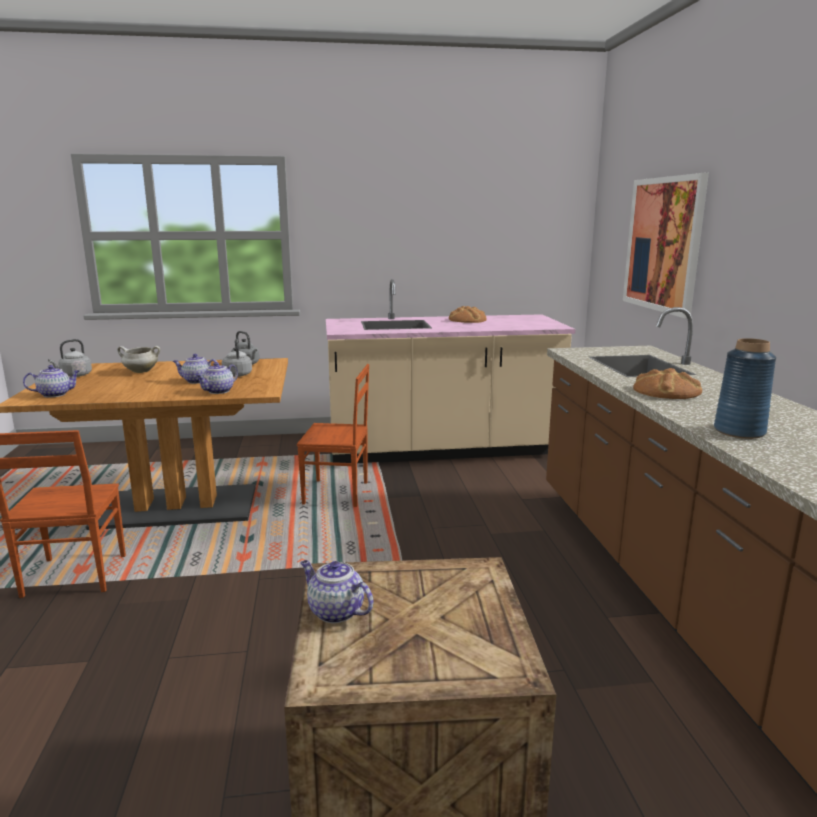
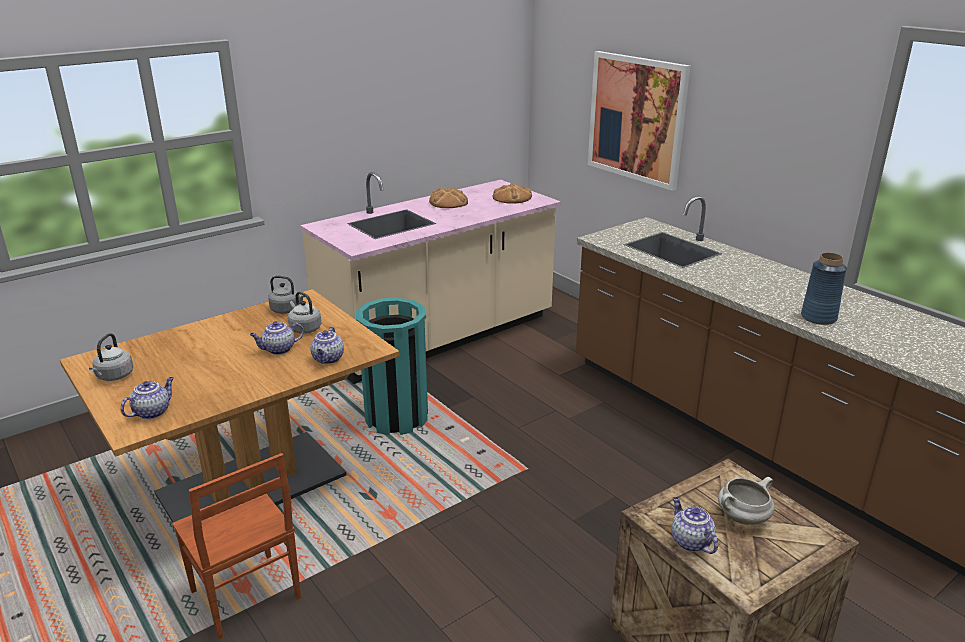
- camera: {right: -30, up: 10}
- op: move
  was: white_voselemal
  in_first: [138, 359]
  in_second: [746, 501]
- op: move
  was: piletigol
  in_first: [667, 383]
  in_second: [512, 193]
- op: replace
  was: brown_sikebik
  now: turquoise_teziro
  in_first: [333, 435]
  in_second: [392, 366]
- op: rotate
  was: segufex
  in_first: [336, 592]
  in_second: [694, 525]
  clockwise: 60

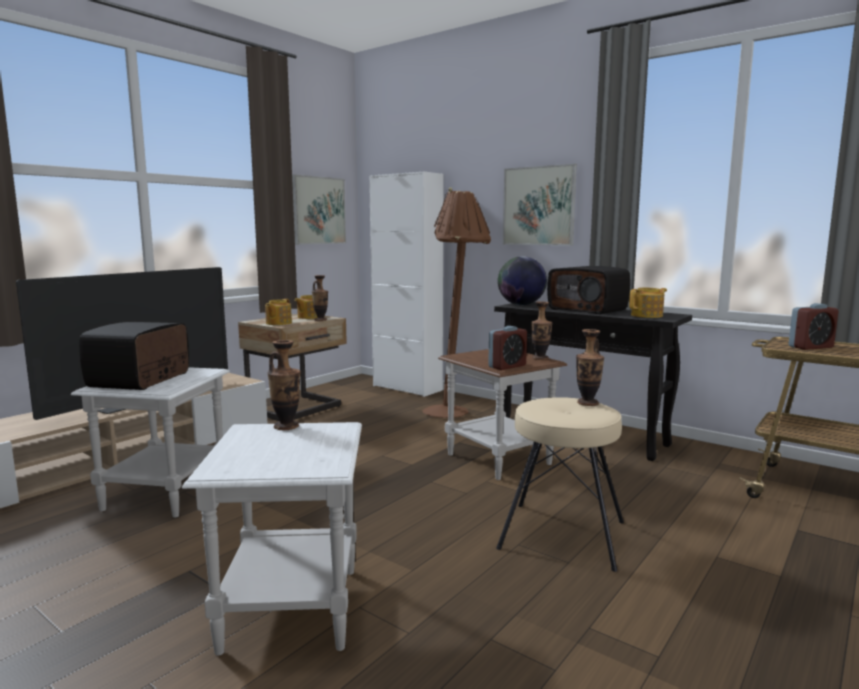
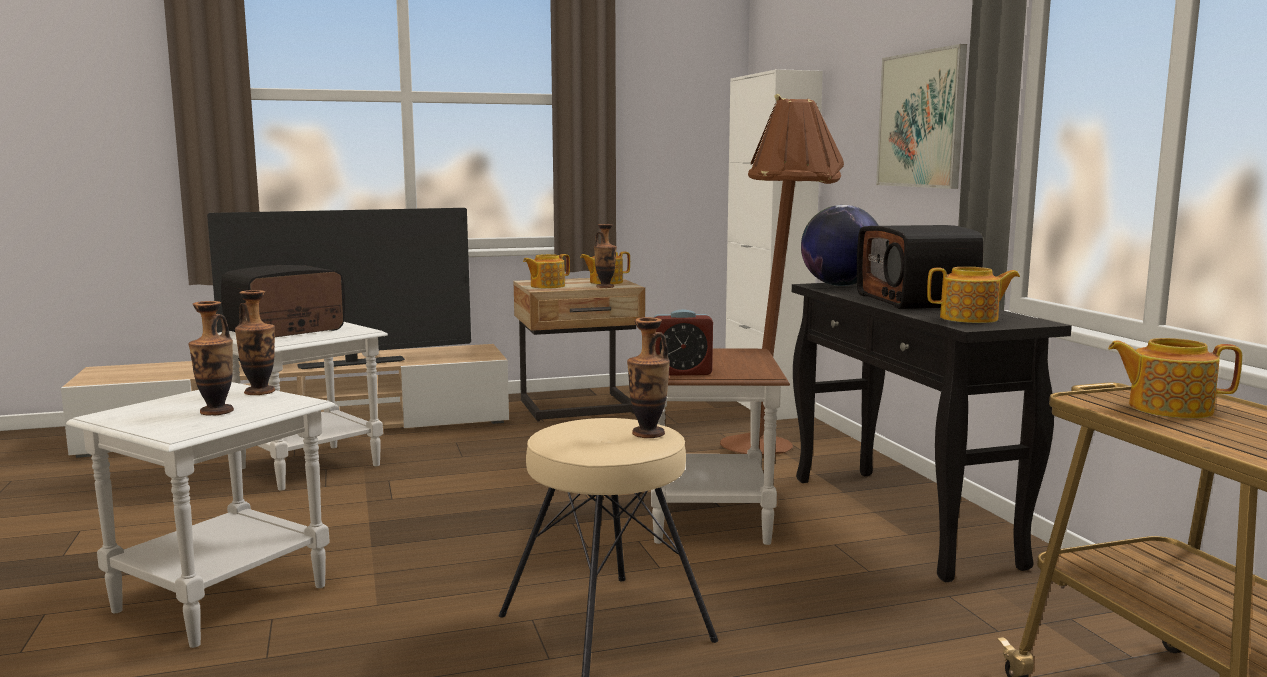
- camera: {right: 35, up: 0}
- op: delete
  was: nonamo
  in_first: [319, 209]
- op: move
  was: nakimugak
  in_first: [541, 330]
  in_second: [211, 358]
- op: replace
  was: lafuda
  now: segufex
  in_first: [813, 326]
  in_second: [1175, 378]

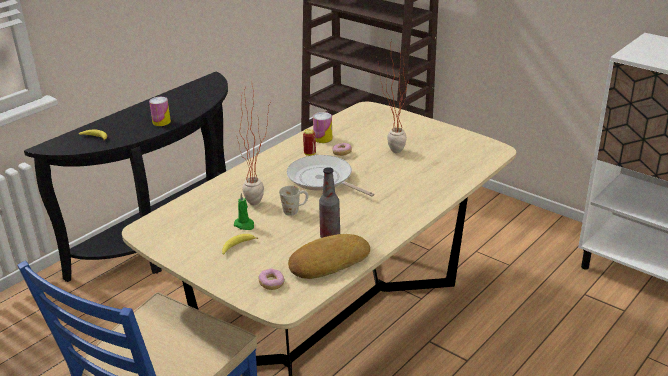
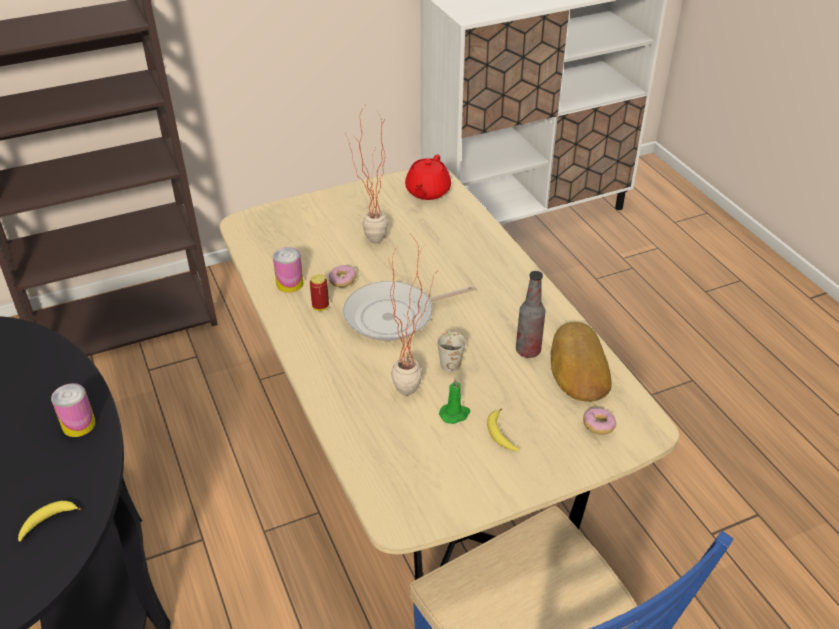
- camera: {right: -65, up: 10}
- op: insert
  now: red_segufex
  in_second: [428, 177]

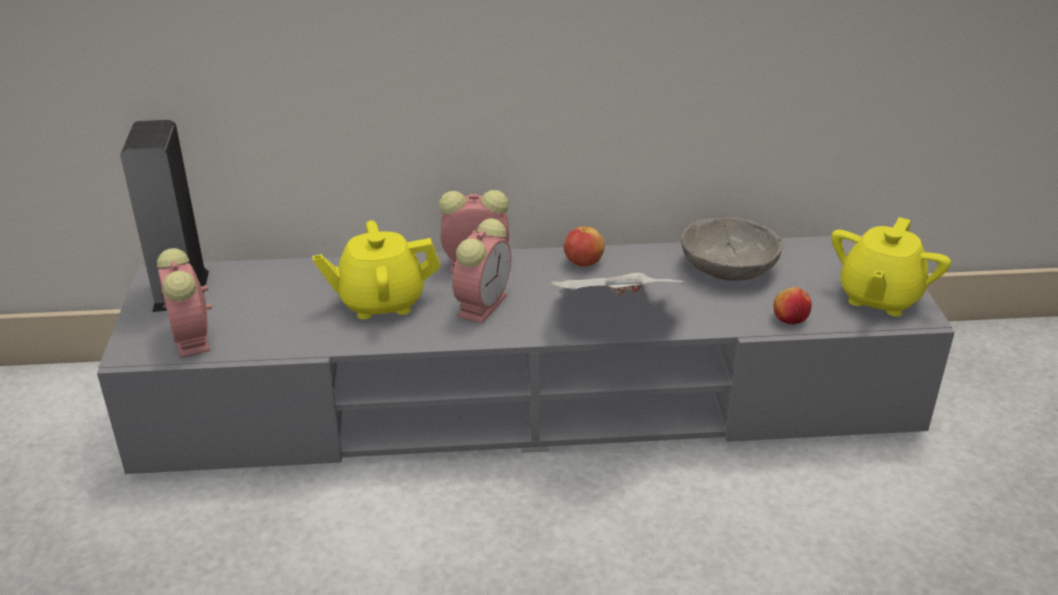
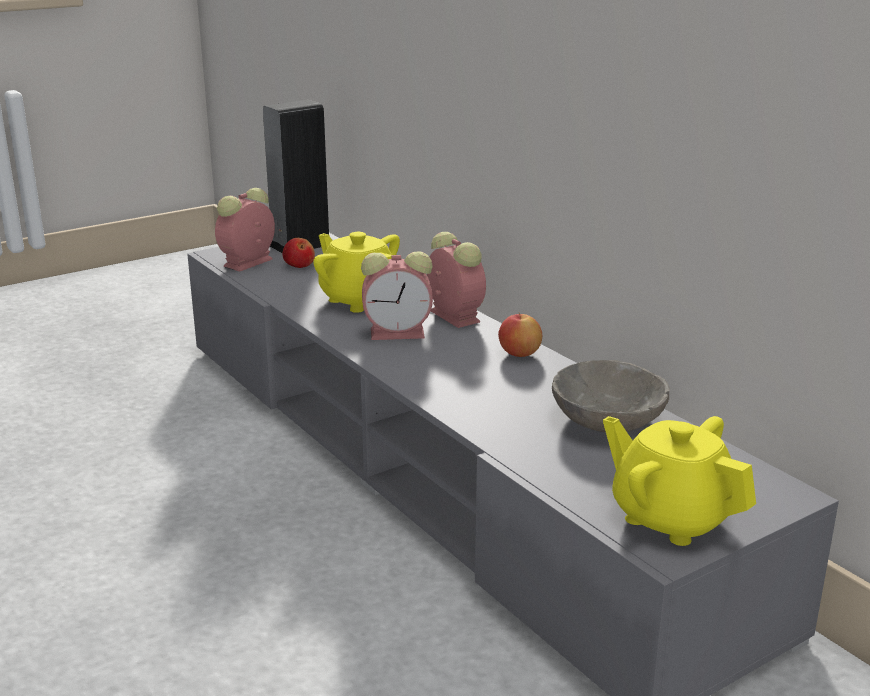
- camera: {right: 60, up: -10}
- op: delete
  was: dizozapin
  in_first: [619, 284]
- op: move
  was: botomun
  in_first: [792, 305]
  in_second: [298, 253]
- op: rotate
  was: yellow_segufex
  in_first: [891, 267]
  in_second: [679, 481]
  clockwise: 45

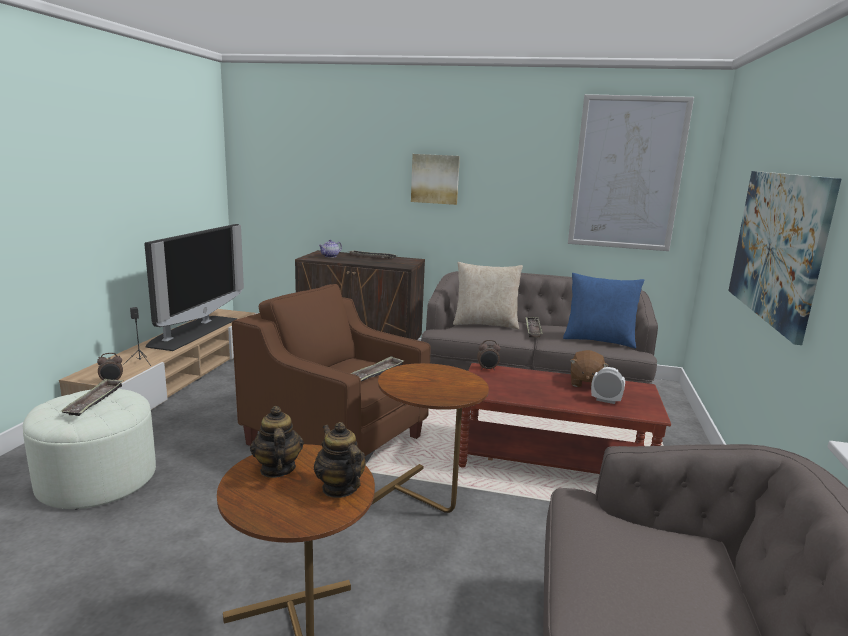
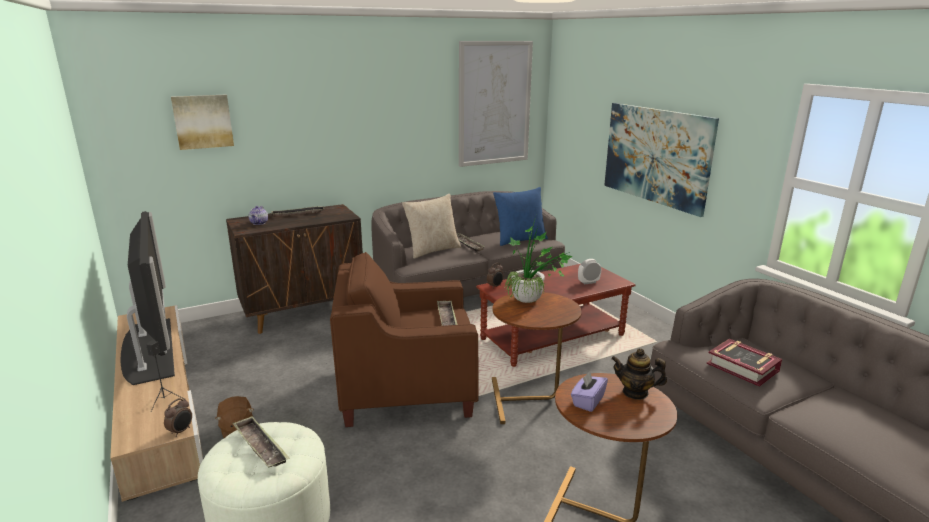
- camera: {right: -40, up: 5}
- op: insert
  now: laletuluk
  in_second: [538, 260]
- op: insert
  now: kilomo
  in_second: [744, 363]
- op: move
  was: nonamo
  in_first: [435, 179]
  in_second: [202, 122]
- op: move
  was: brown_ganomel
  in_first: [589, 368]
  in_second: [234, 417]
- op: replace
  was: segufex
  now: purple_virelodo
  in_first: [277, 442]
  in_second: [589, 391]

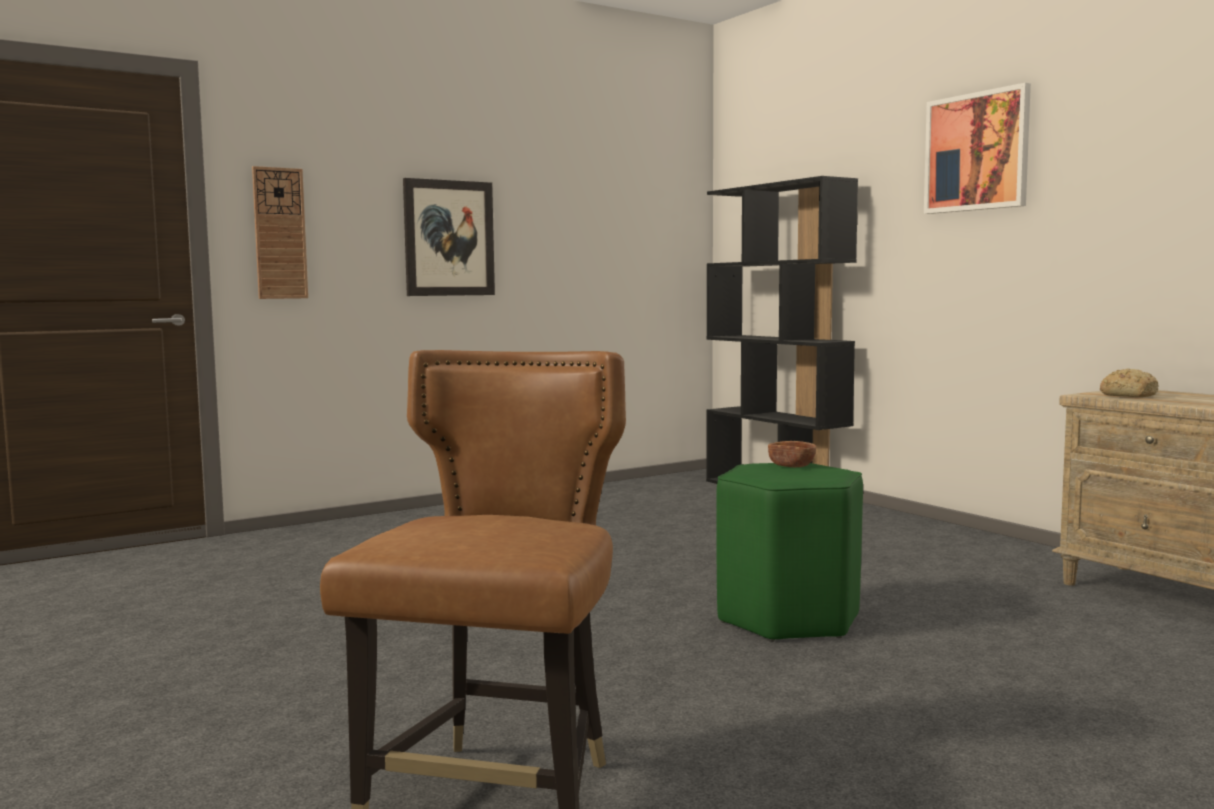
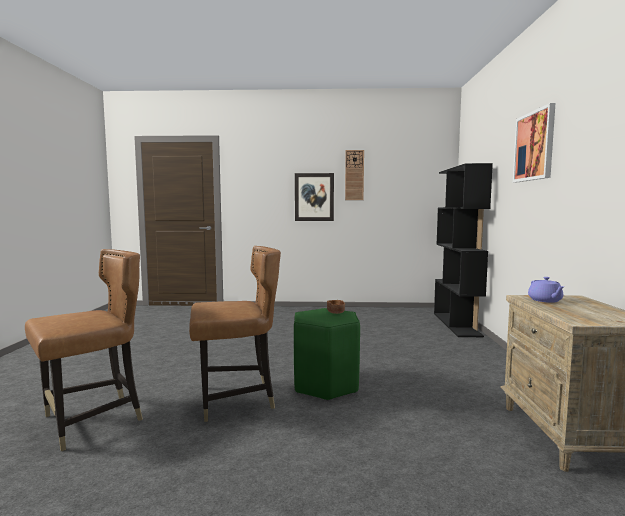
- camera: {right: 35, up: 0}
- op: insert
  now: brown_sikebik
  in_second: [235, 334]
- op: move
  was: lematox
  in_first: [280, 232]
  in_second: [354, 175]
- op: replace
  was: piletigol
  now: purple_segufex
  in_first: [1129, 383]
  in_second: [546, 290]

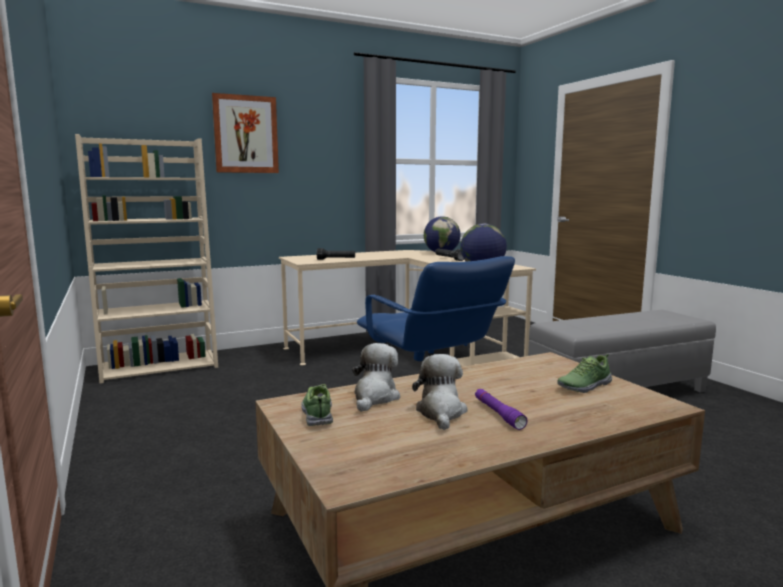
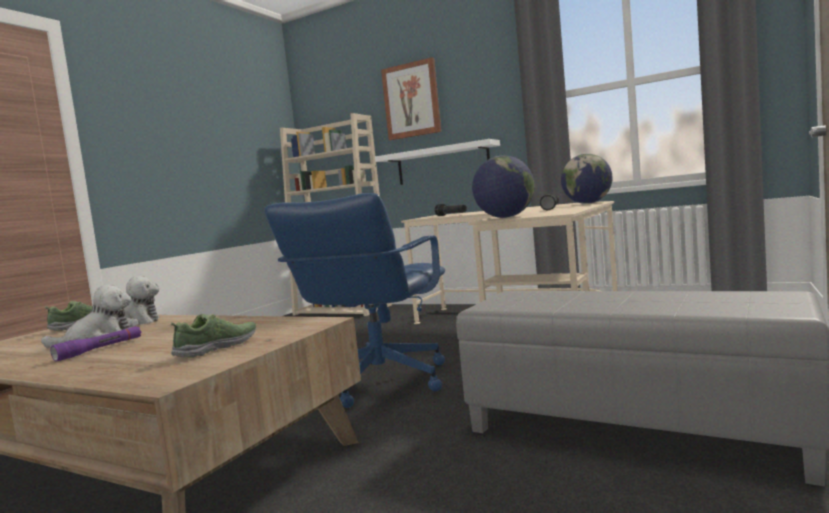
- camera: {right: 55, up: -5}
- op: insert
  now: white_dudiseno
  in_second: [437, 162]
- op: rotate
  was: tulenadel
  in_first: [584, 373]
  in_second: [213, 336]
  clockwise: 105

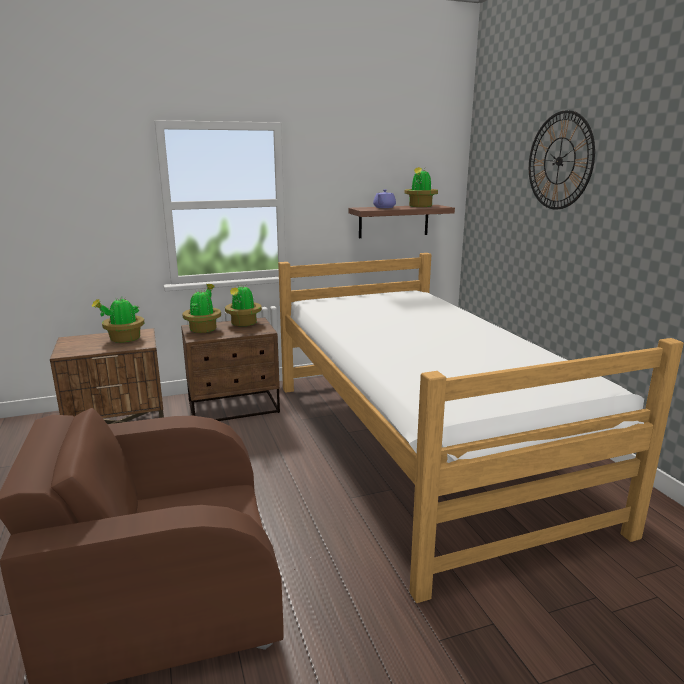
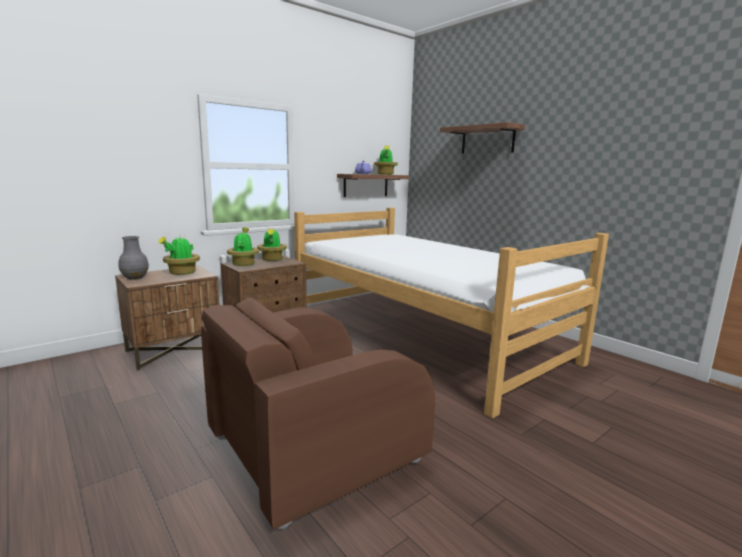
- camera: {right: -20, up: -5}
- op: insert
  now: grey_nakimugak
  in_second: [133, 258]
- op: replace
  was: lematox
  now: dudiseno
  in_first: [562, 160]
  in_second: [482, 138]

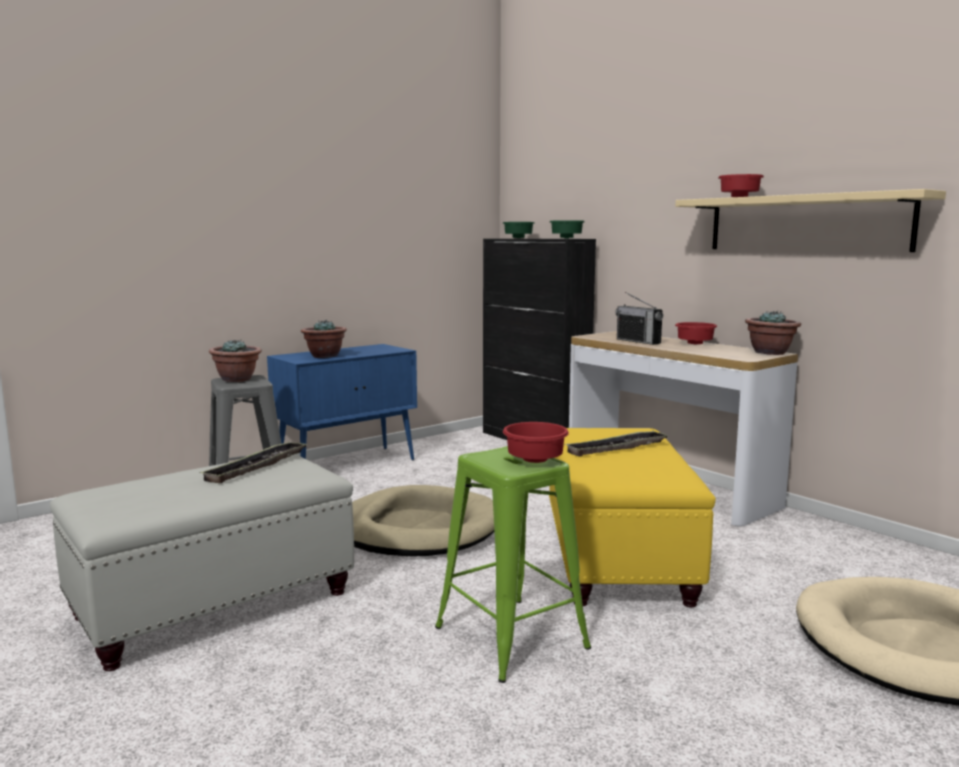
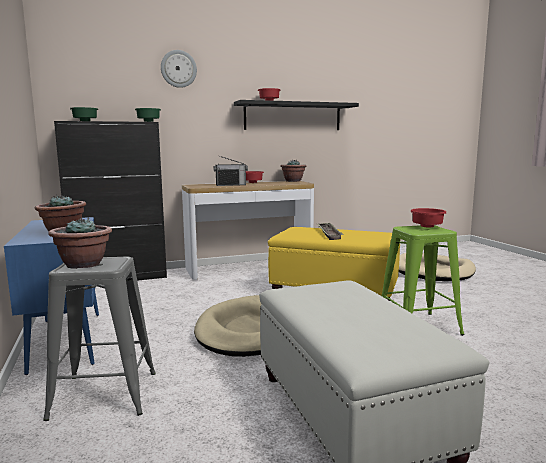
- camera: {right: -70, up: 0}
- op: delete
  was: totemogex
  in_first: [253, 462]
- op: insert
  now: lematox
  in_second: [179, 69]
- op: recolor
  was: beige_dudiseno
  now: black_dudiseno
  in_first: [810, 220]
  in_second: [296, 115]

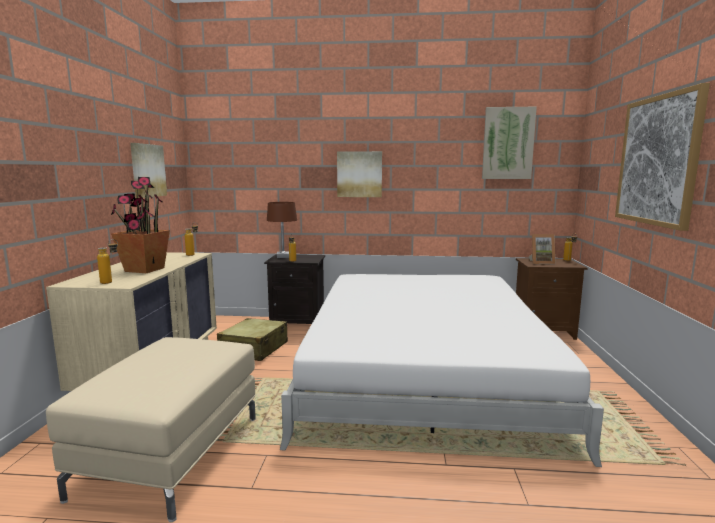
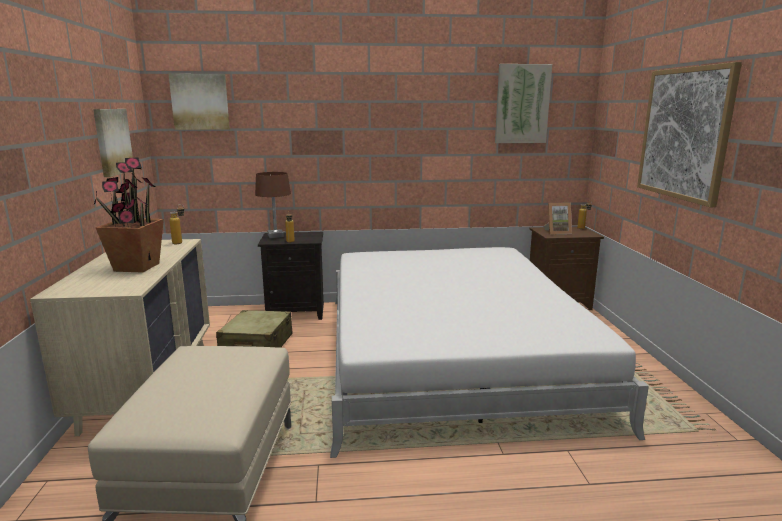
- camera: {right: -10, up: 5}
- op: delete
  was: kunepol
  in_first: [107, 261]
- op: move
  was: nonamo
  in_first: [359, 174]
  in_second: [199, 102]

